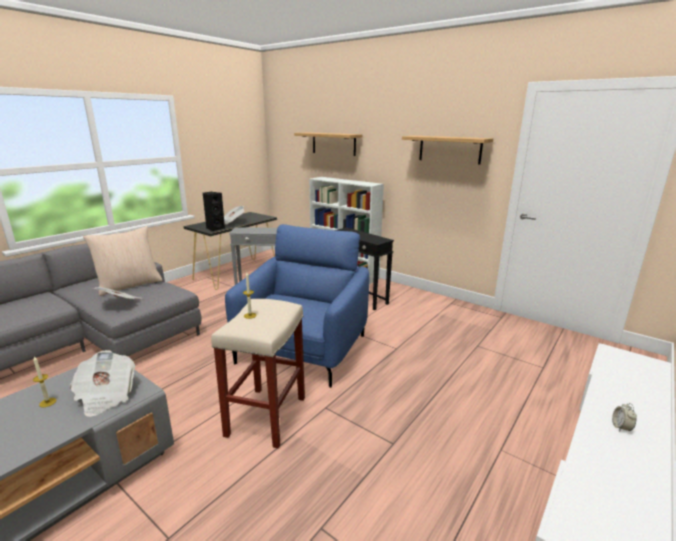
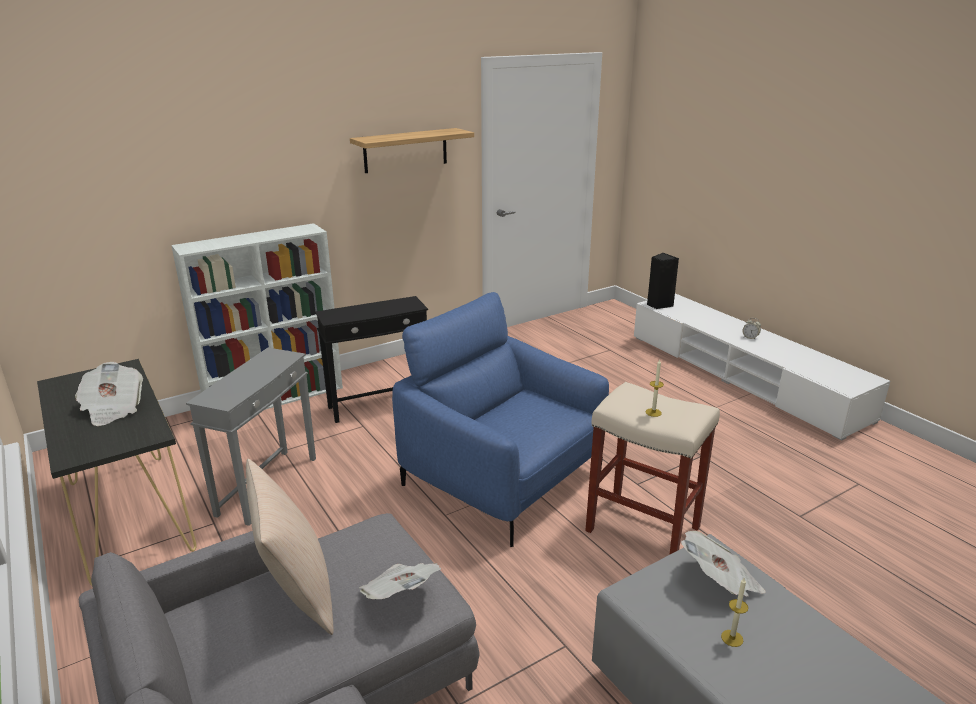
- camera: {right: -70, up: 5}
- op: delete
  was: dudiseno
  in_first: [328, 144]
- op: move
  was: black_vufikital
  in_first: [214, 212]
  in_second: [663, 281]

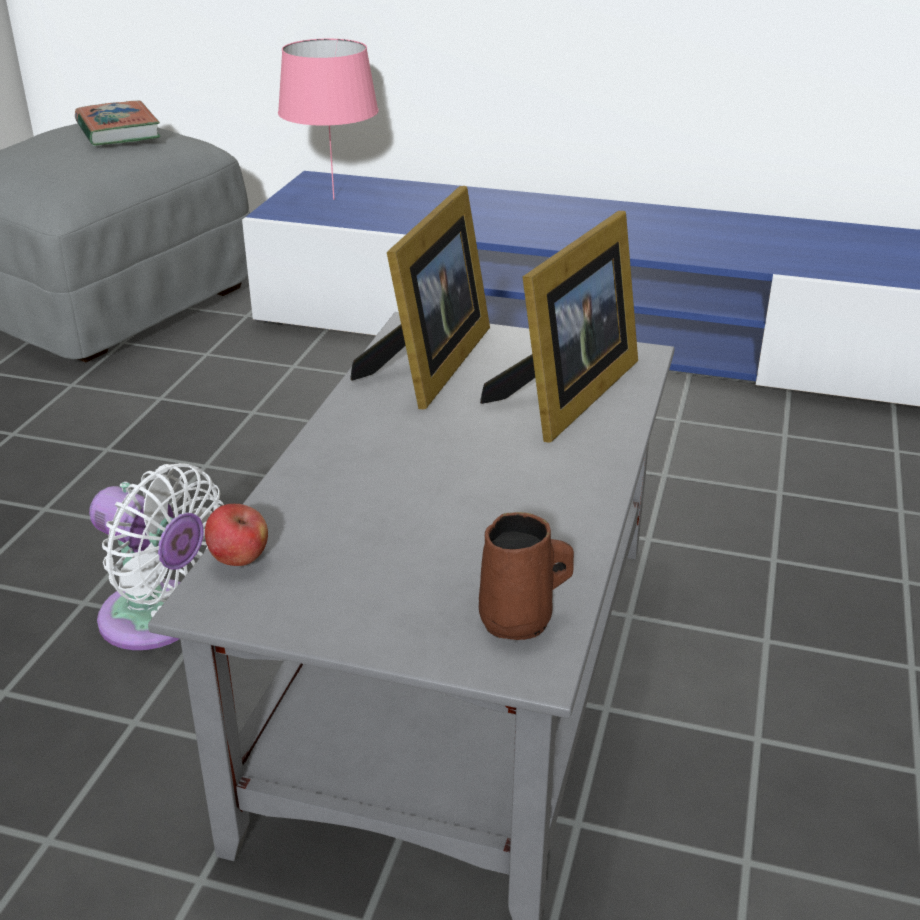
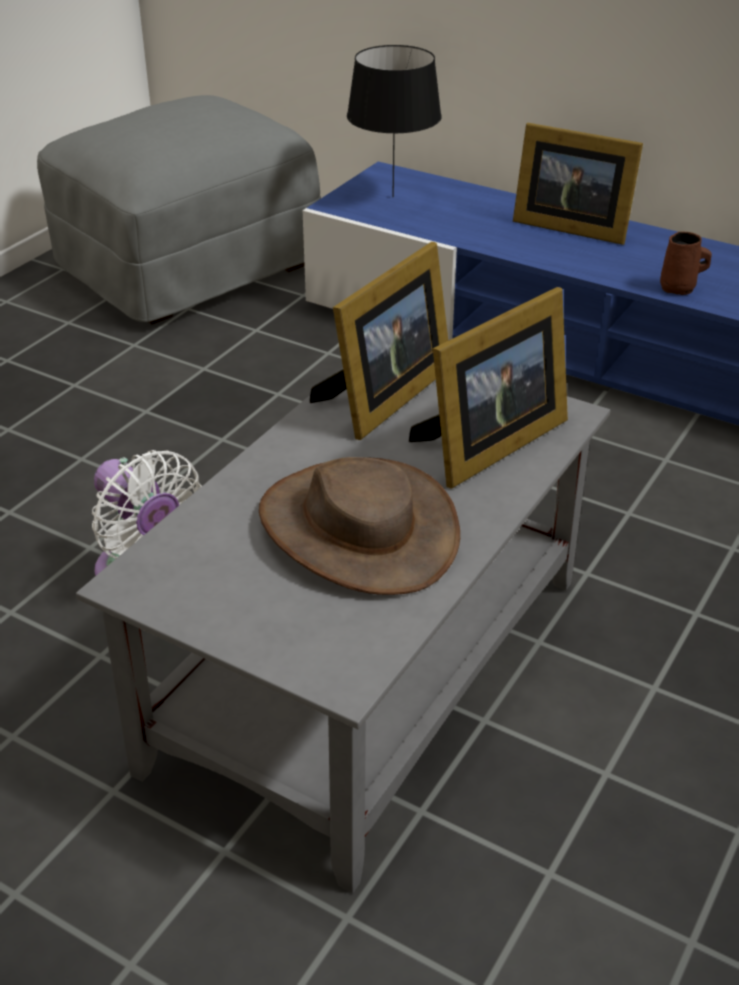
- camera: {right: 15, up: 5}
- op: delete
  was: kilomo
  in_first: [118, 123]
- op: delete
  was: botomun
  in_first: [236, 535]
- op: insert
  now: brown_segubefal
  in_second: [359, 526]
- op: insert
  now: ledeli
  in_second: [578, 184]
- op: move
  was: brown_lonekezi
  in_first: [526, 576]
  in_second: [686, 263]
- op: recolor
  was: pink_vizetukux
  now: black_vizetukux
  in_first: [328, 119]
  in_second: [394, 121]

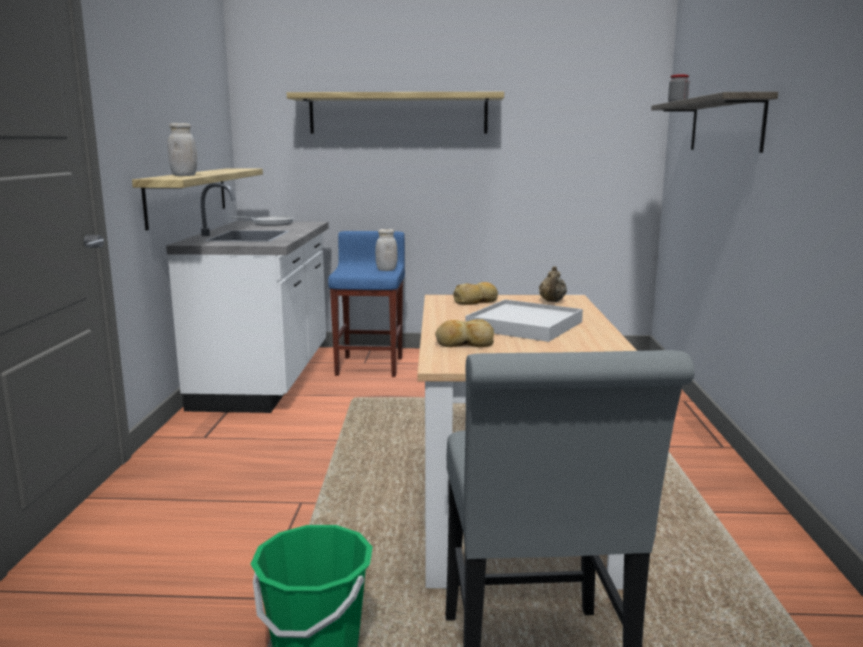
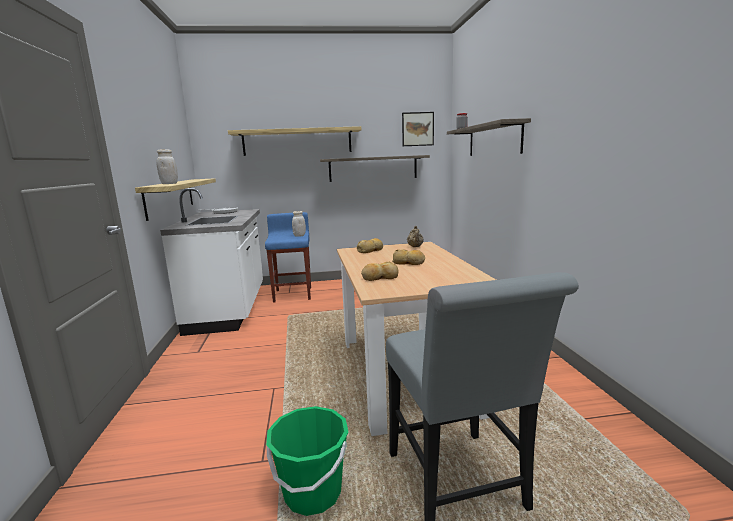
- camera: {right: -10, up: 0}
- op: insert
  now: dudiseno
  in_second: [375, 168]
- op: insert
  now: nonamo
  in_second: [418, 129]
- op: replace
  was: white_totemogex
  now: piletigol
  in_first: [524, 320]
  in_second: [408, 257]

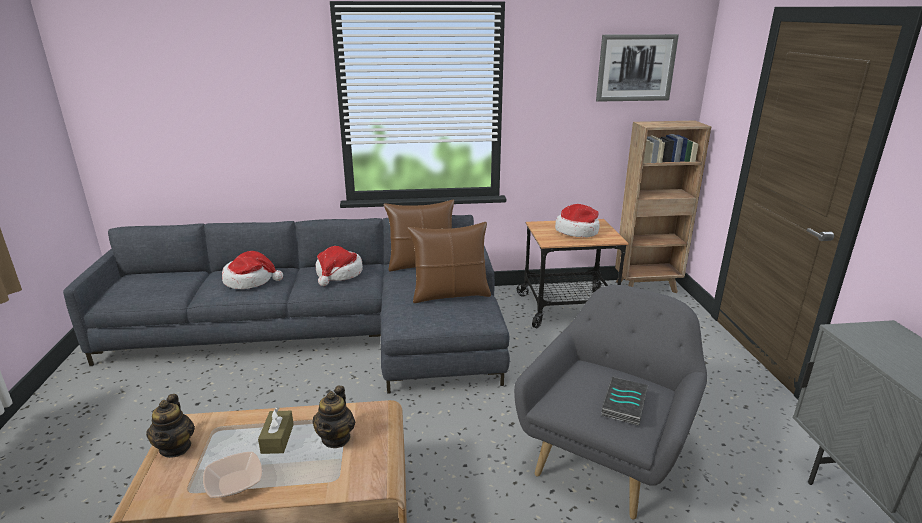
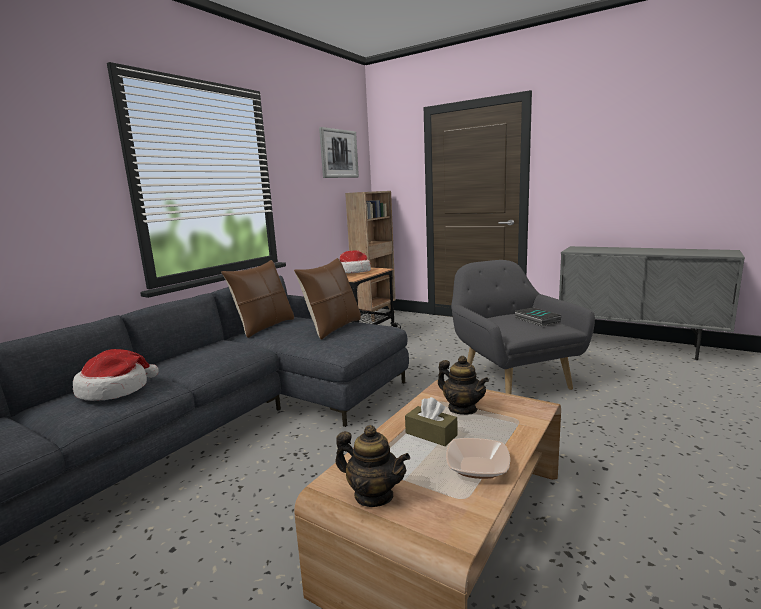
- camera: {right: -50, up: -10}
- op: delete
  was: segubefal
  in_first: [339, 266]

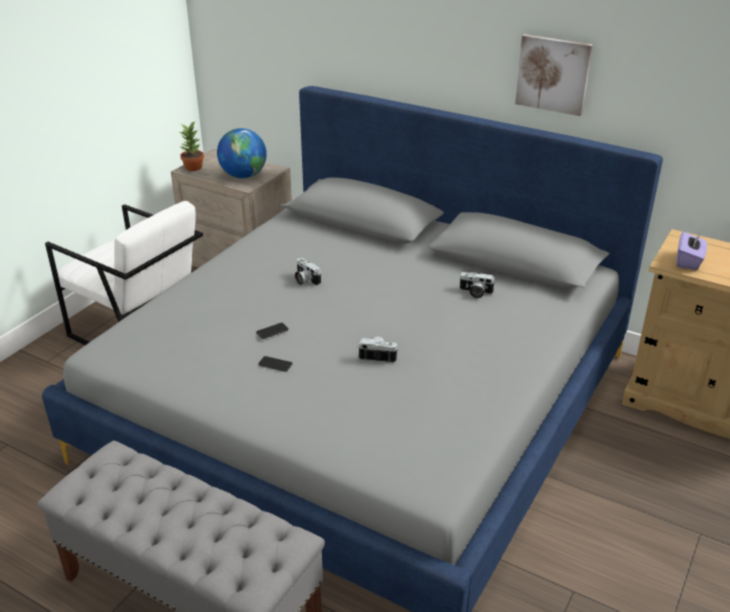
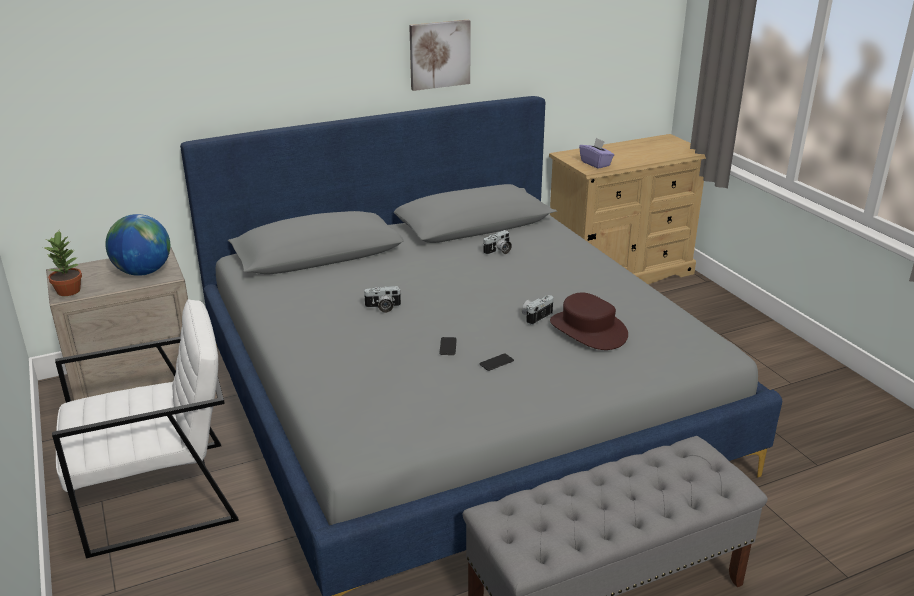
- camera: {right: -55, up: -5}
- op: insert
  now: brown_segubefal
  in_second: [589, 321]

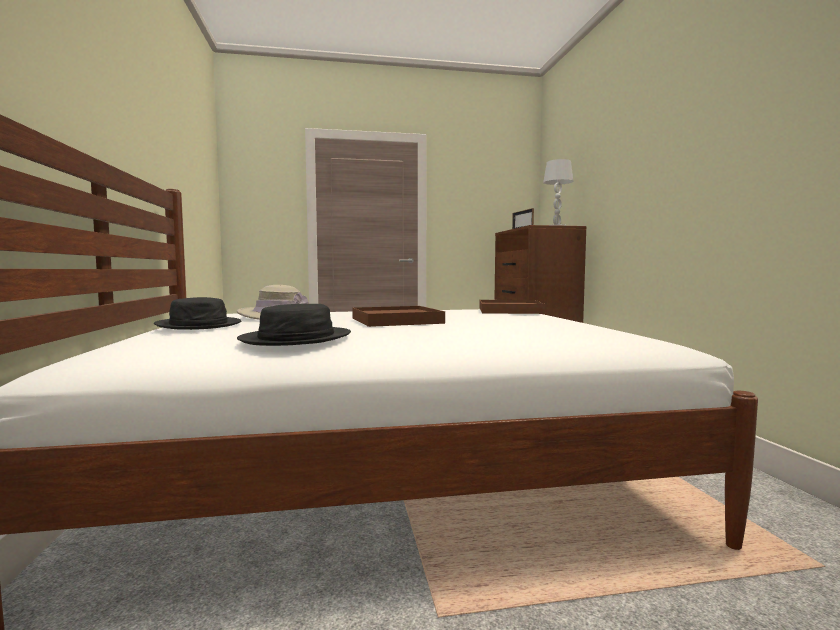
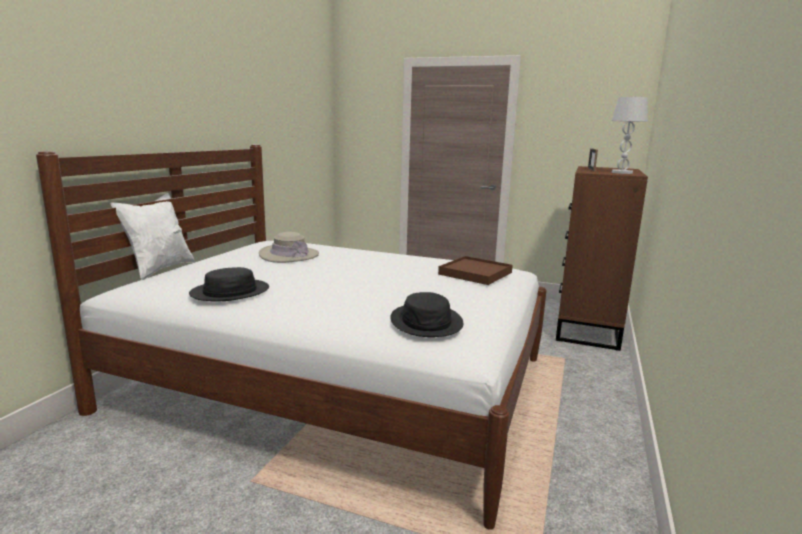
- camera: {right: 30, up: 10}
- op: delete
  was: brown_totemogex
  in_first: [398, 316]
- op: insert
  now: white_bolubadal
  in_second: [152, 236]
- op: move
  was: black_segubefal
  in_first: [197, 313]
  in_second: [426, 314]

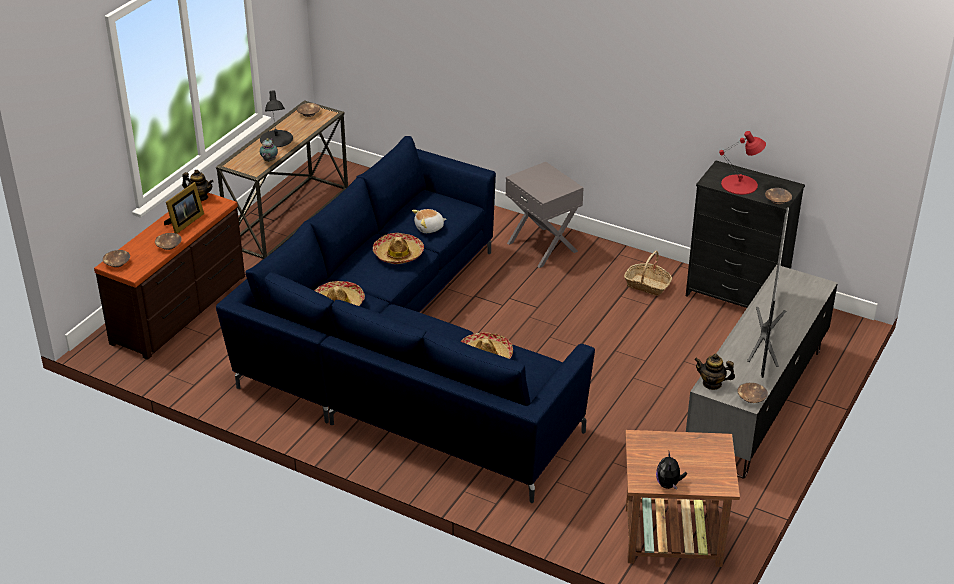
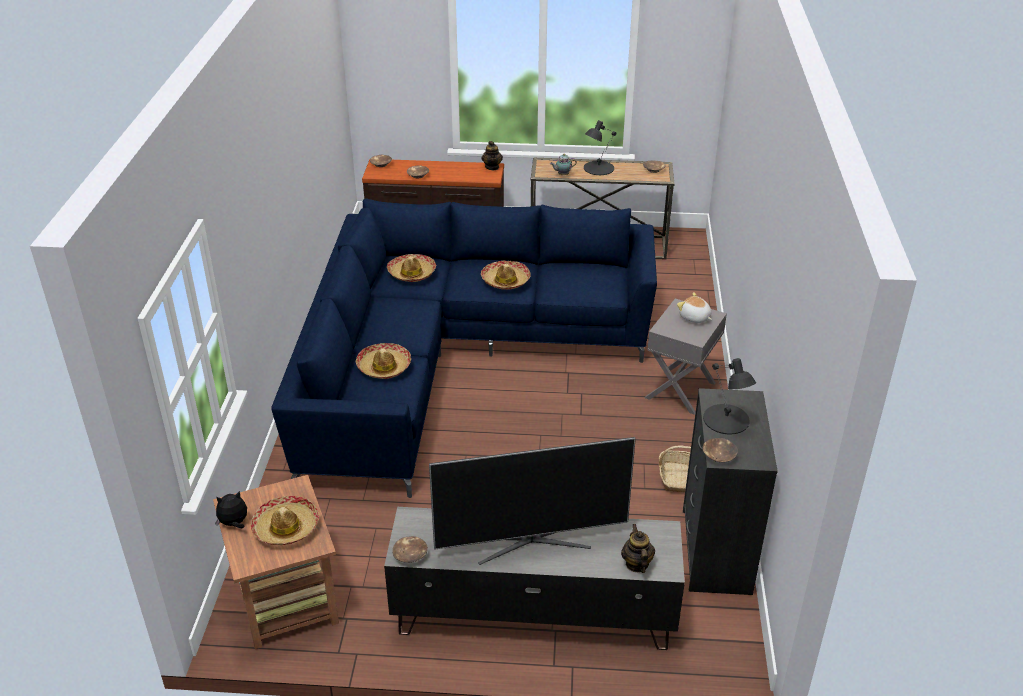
- camera: {right: 65, up: 0}
- op: delete
  was: ledeli
  in_first: [184, 208]
- op: insert
  now: segubefal
  in_second: [285, 520]
- op: move
  was: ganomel
  in_first: [429, 221]
  in_second: [694, 307]
- op: move
  was: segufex
  in_first: [714, 371]
  in_second: [638, 548]
- op: recolor
  was: red_vizetukux
  now: black_vizetukux
  in_first: [742, 163]
  in_second: [729, 396]

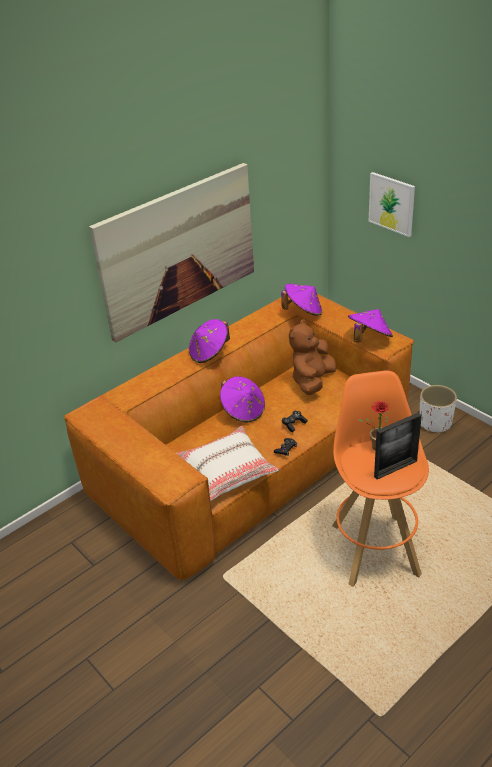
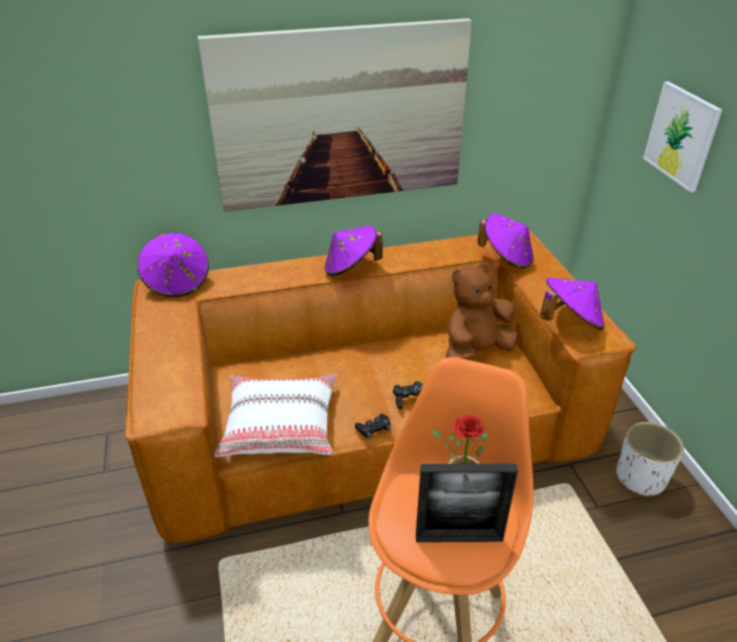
- camera: {right: 25, up: 0}
- op: move
  was: purple_segubefal
  in_first: [242, 399]
  in_second: [173, 265]

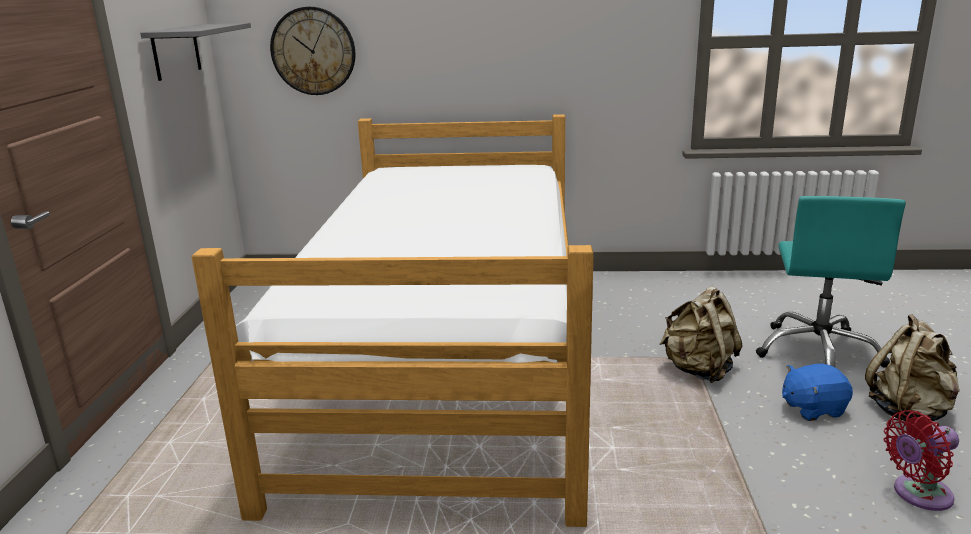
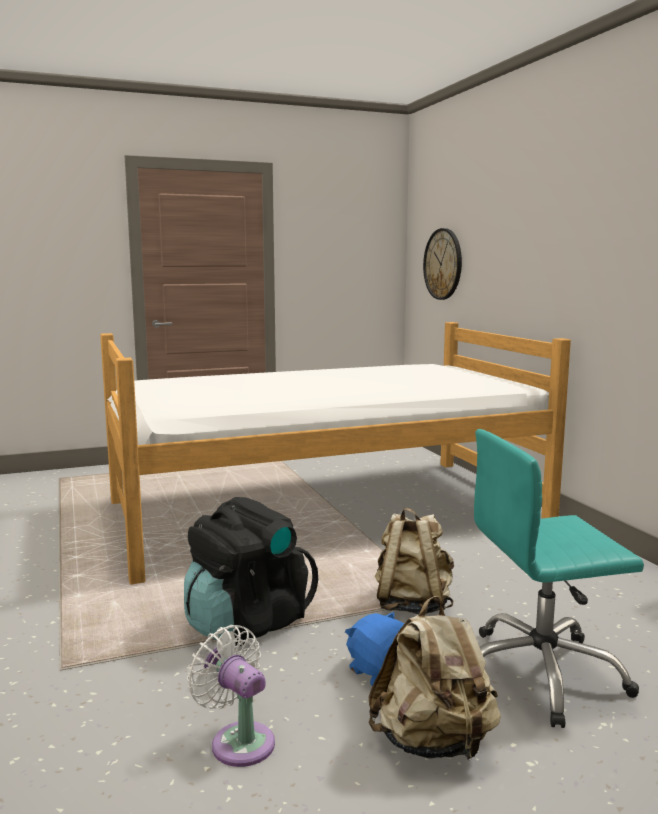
- camera: {right: 65, up: -10}
- op: delete
  was: grey_dudiseno
  in_first: [195, 52]
- op: insert
  now: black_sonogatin
  in_second: [251, 571]
- op: recolor
  was: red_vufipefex
  now: white_vufipefex
  in_first: [921, 460]
  in_second: [231, 696]

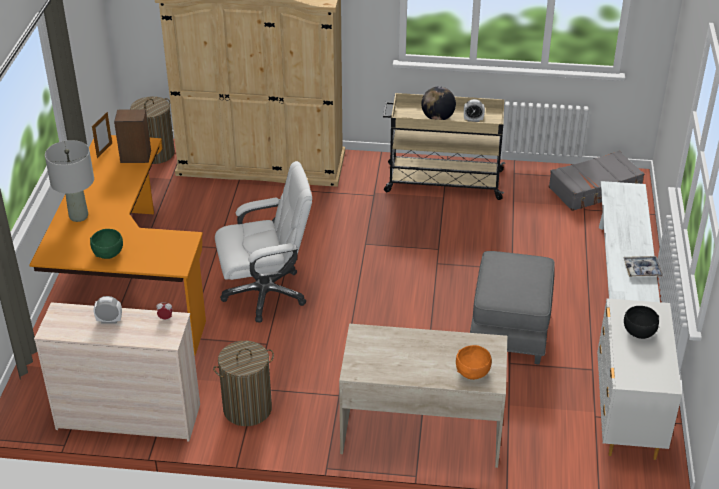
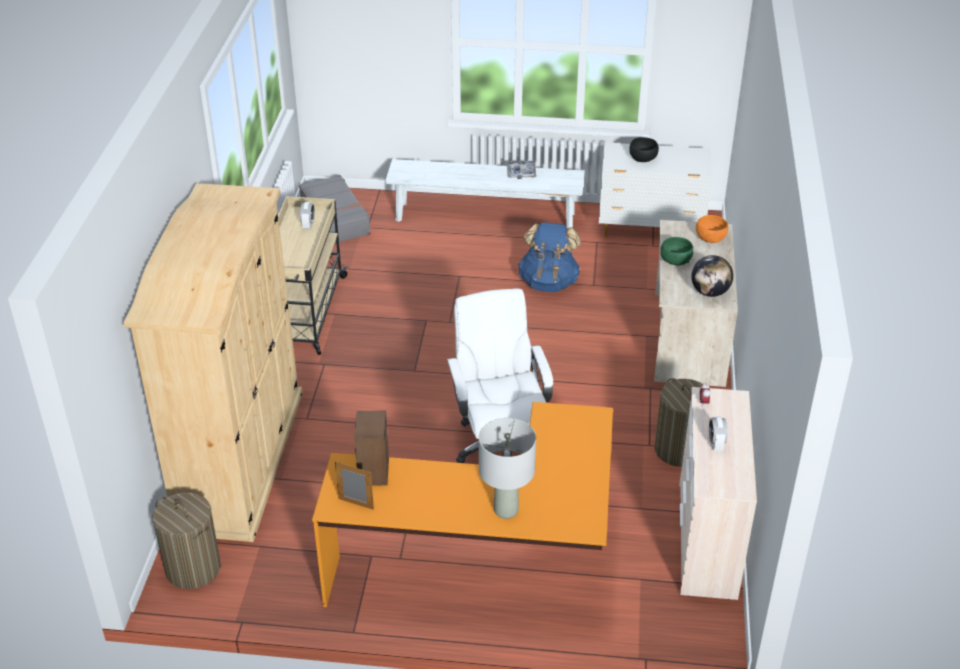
- camera: {right: -90, up: 0}
- op: move
  was: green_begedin
  in_first: [106, 244]
  in_second: [676, 251]
- op: move
  was: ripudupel
  in_first: [438, 103]
  in_second: [712, 276]
- op: replace
  was: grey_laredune
  now: blue_sonogatin
  in_first: [512, 308]
  in_second: [549, 257]

